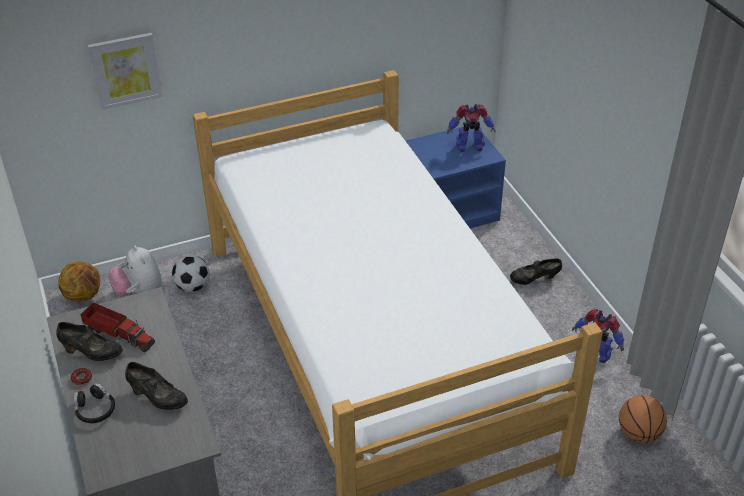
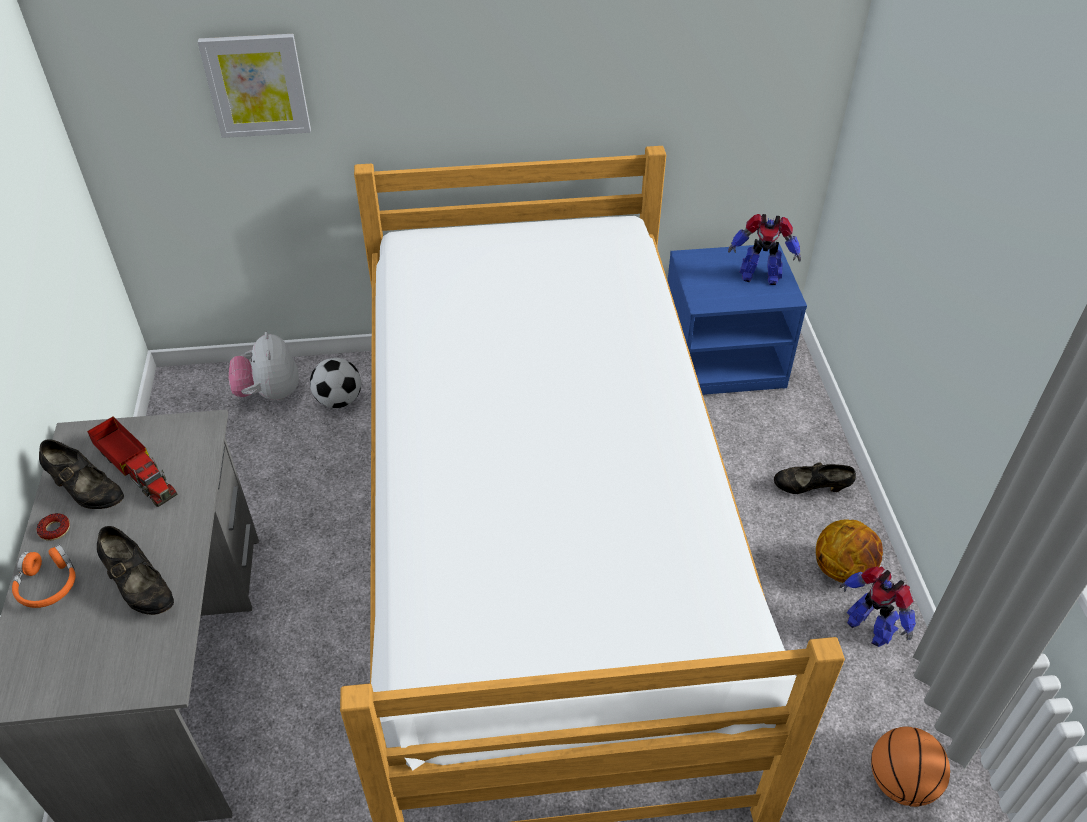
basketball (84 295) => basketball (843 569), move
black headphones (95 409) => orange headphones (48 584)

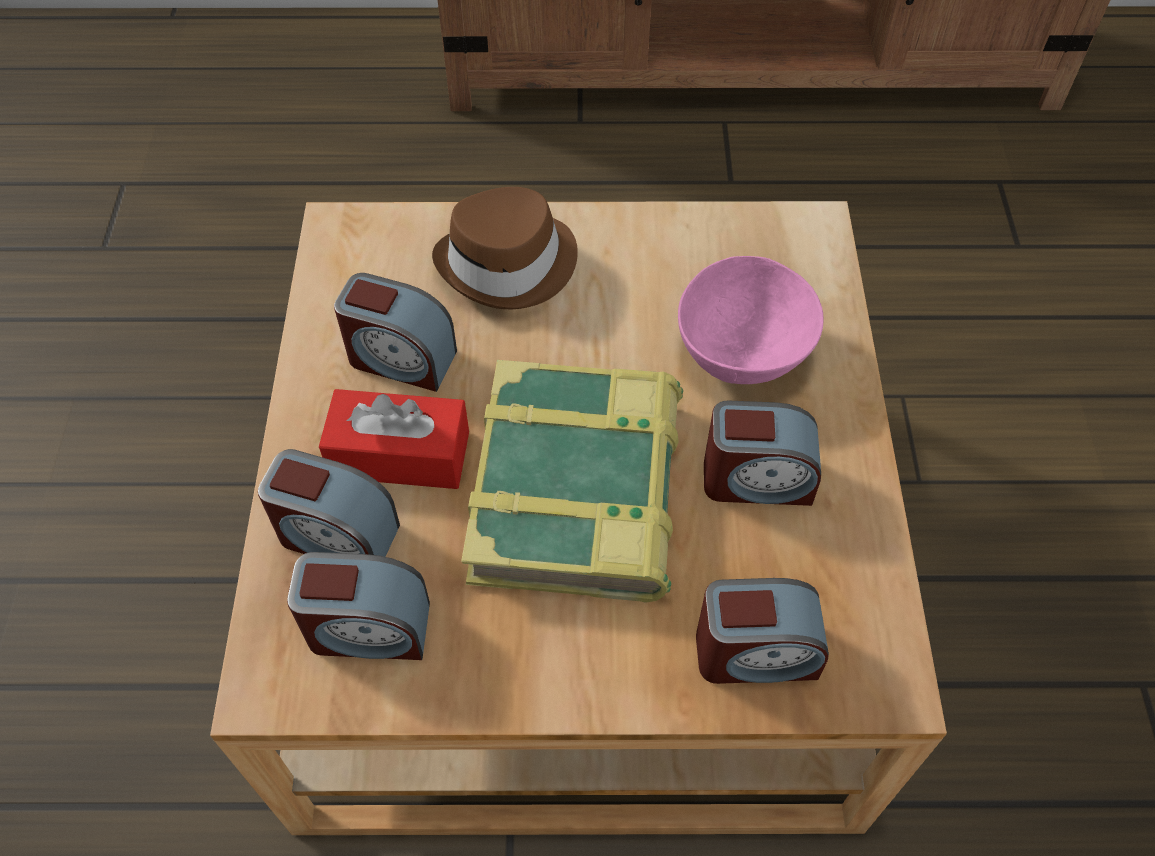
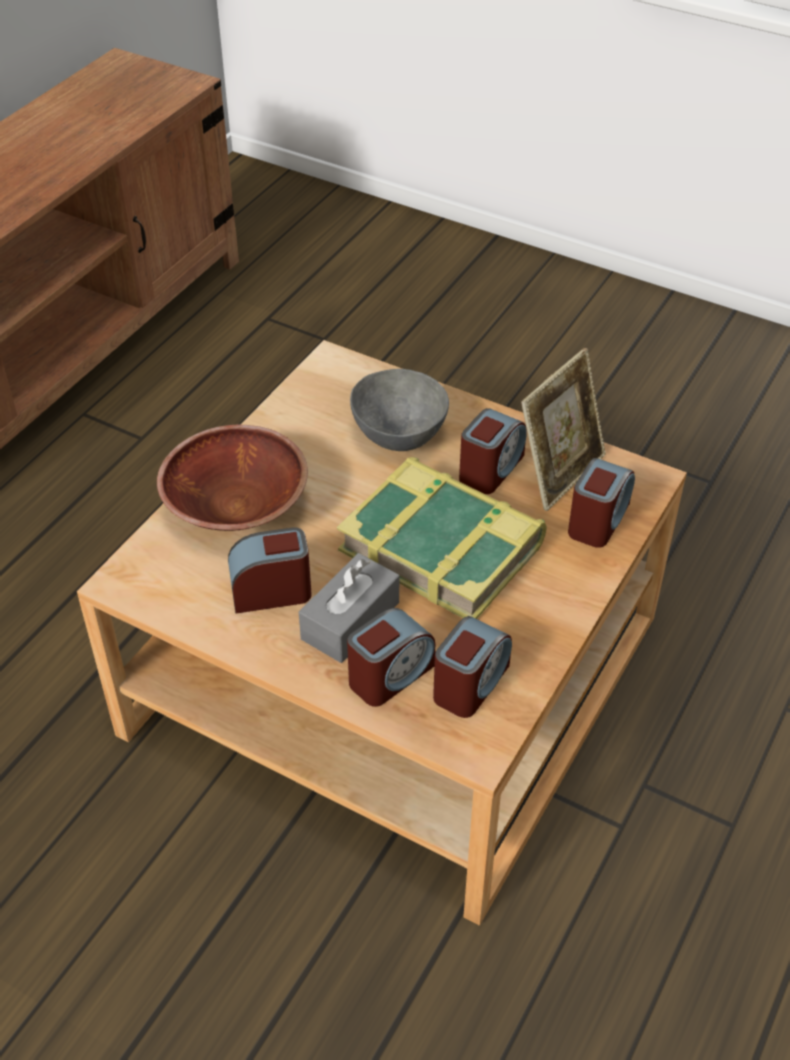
red tissue box (400 454) => grey tissue box (350 620)
alarm clock (400 358) => alarm clock (271 591), 150 degrees counterclockwise
brown hat (509 264) => brown bowl (237 507)
pink bowl (744 351) => grey bowl (399 433)
nothing => picture frame (559 473)

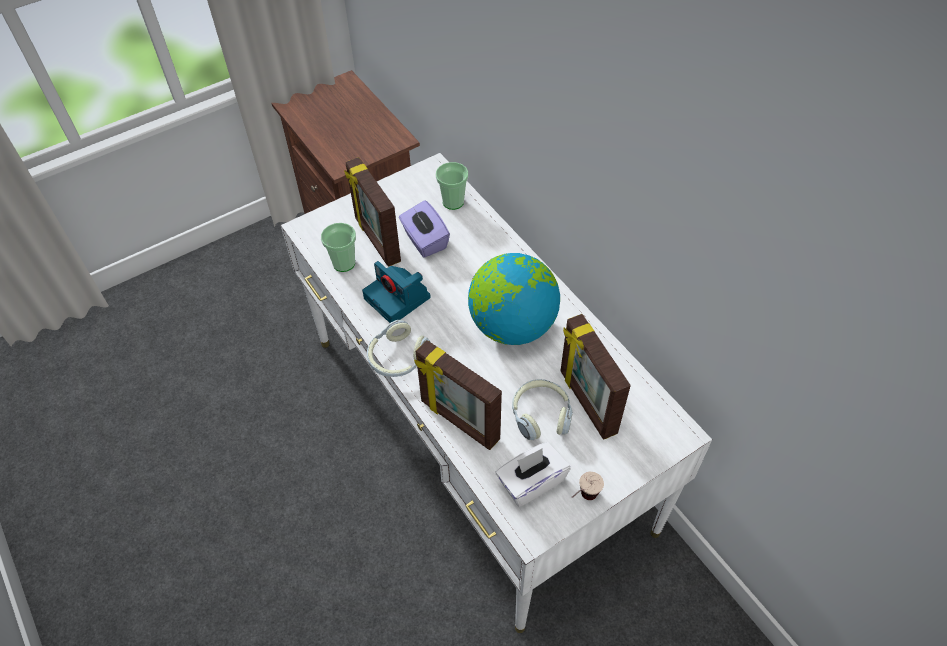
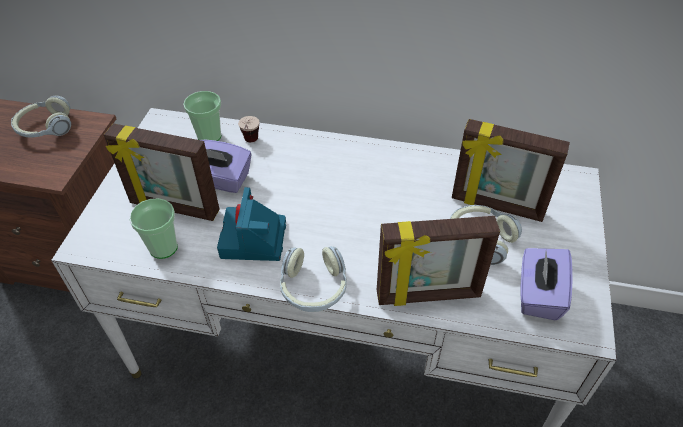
photo camera (398 298) => photo camera (254 240), 90 degrees clockwise
globe (512 325) => nothing
white tissue box (531 482) => purple tissue box (538 295)
cup (582 499) => cup (250 144), move
nothing => headphones (45 127)

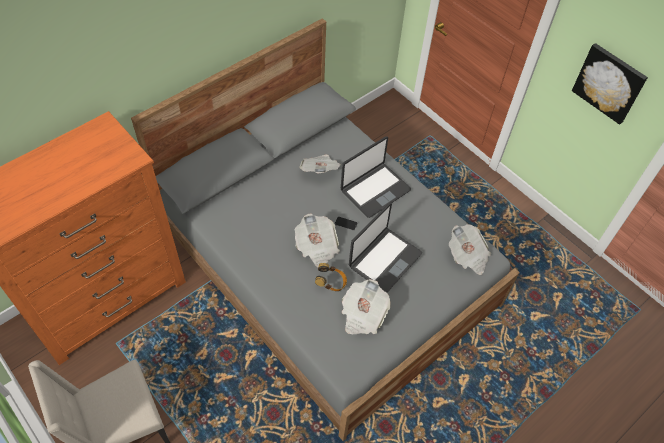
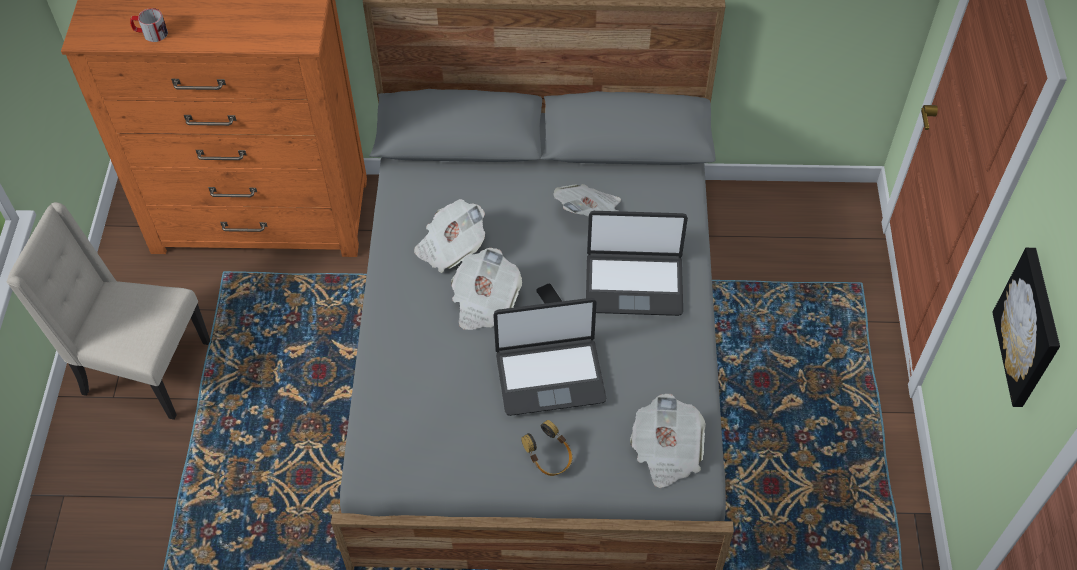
headphones (331 283) => headphones (549 458), move
newspaper (362 315) => newspaper (450 247), move
nothing => mug (151 33)

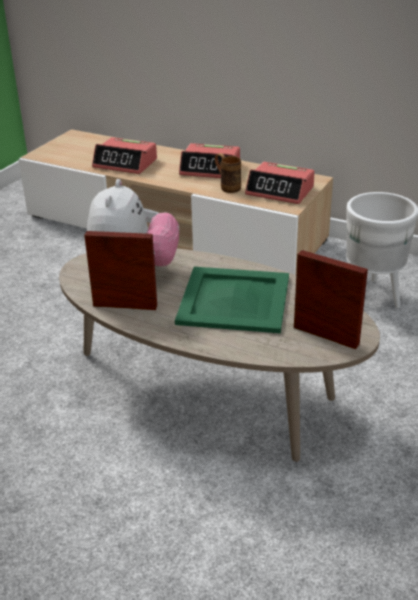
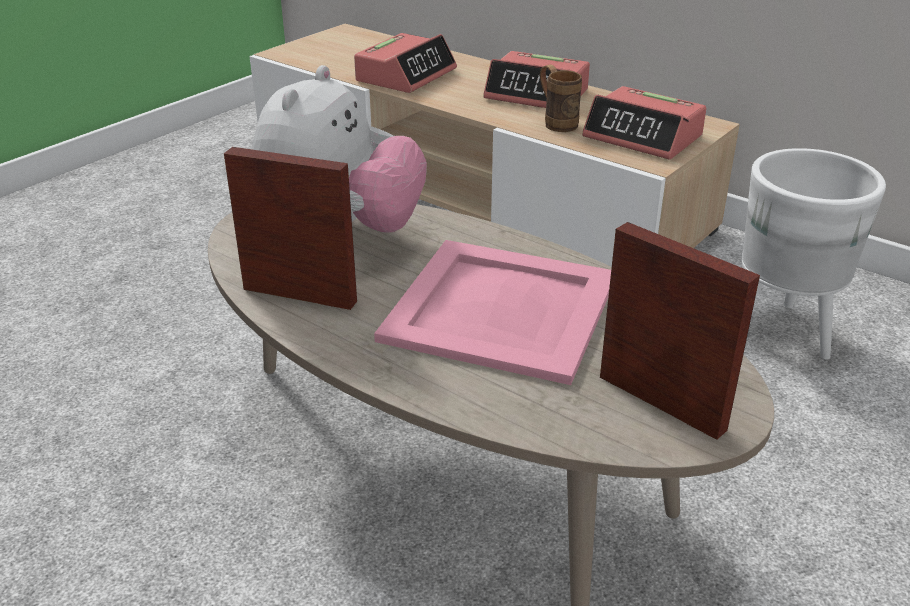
alarm clock (125 163) => alarm clock (406 75), 90 degrees counterclockwise
green tray (233 299) => pink tray (500 307)

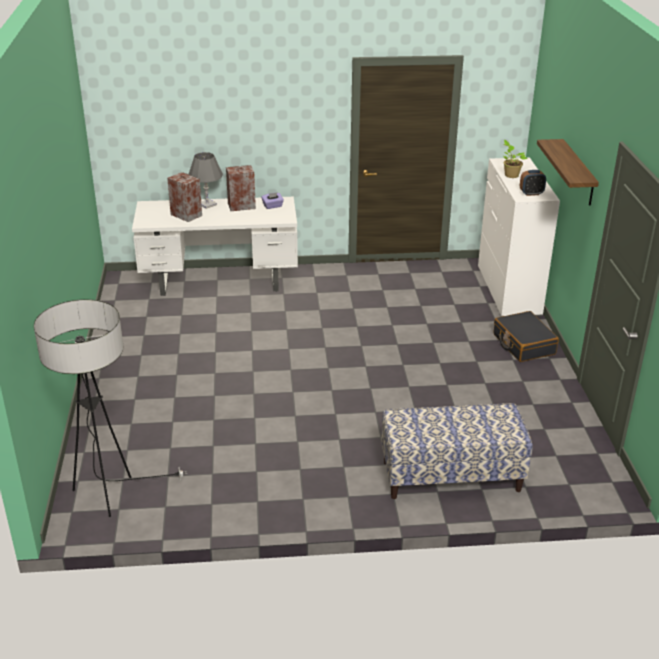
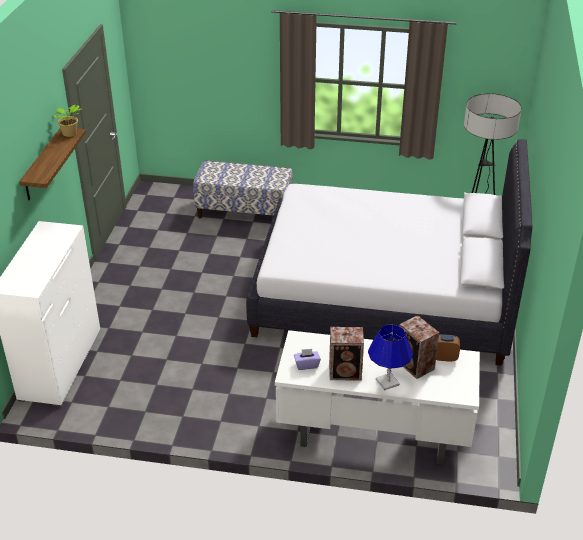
grey table lamp (207 204) => blue table lamp (387 382)
black suitcase (523 344) => nothing
potted plant (510 175) => potted plant (70 134), move
alarm clock (531 193) => alarm clock (444 357), move
nothing => white bed (383 295)

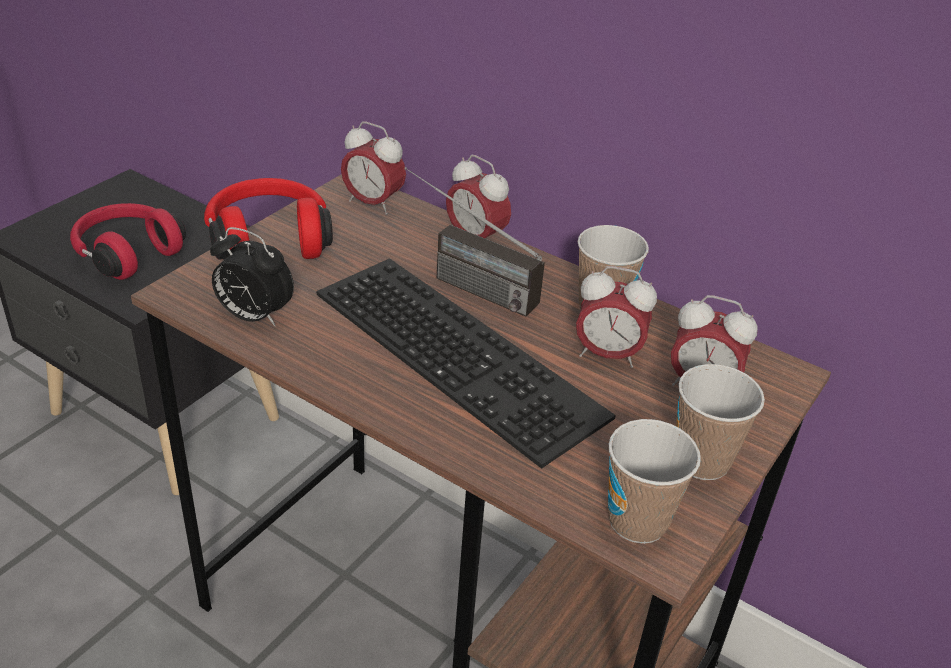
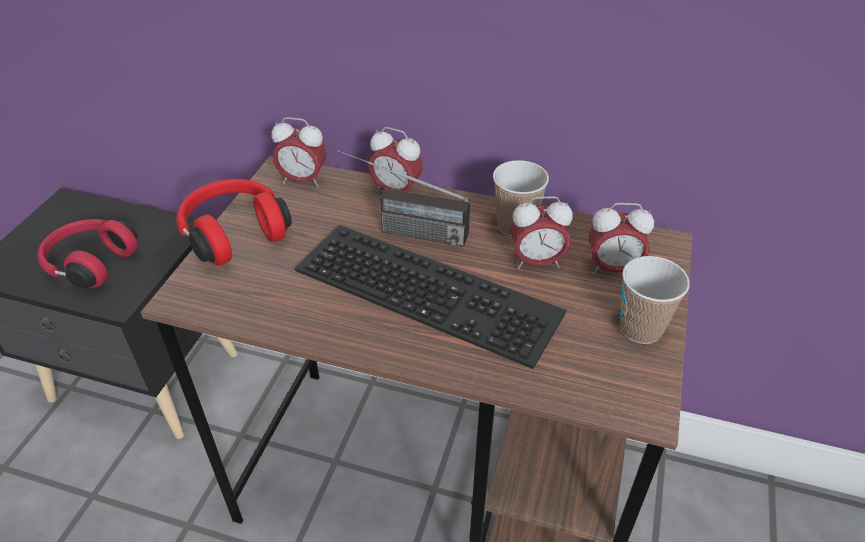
alarm clock (253 316) => nothing
cup (637 521) => nothing

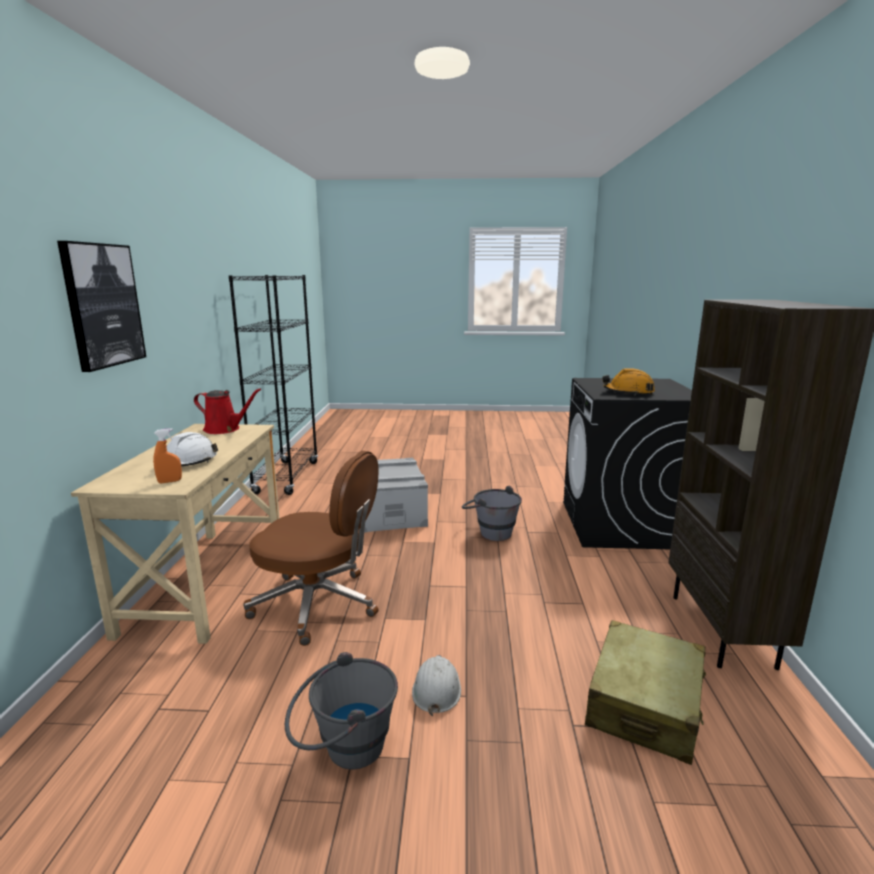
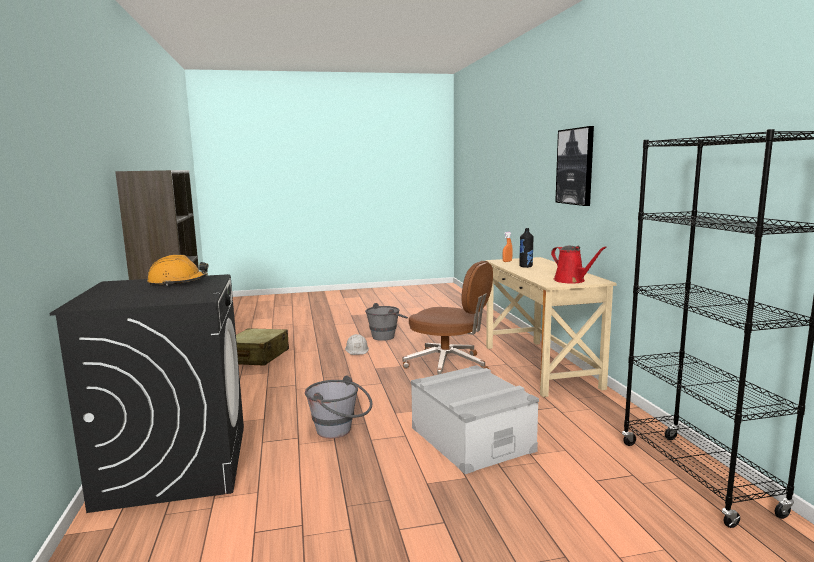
white hard hat (187 462) => black bottle (525 266)
red watering can (225 429) => red watering can (571 281), 120 degrees counterclockwise
brown office chair (318 604) => brown office chair (448 366), 150 degrees counterclockwise

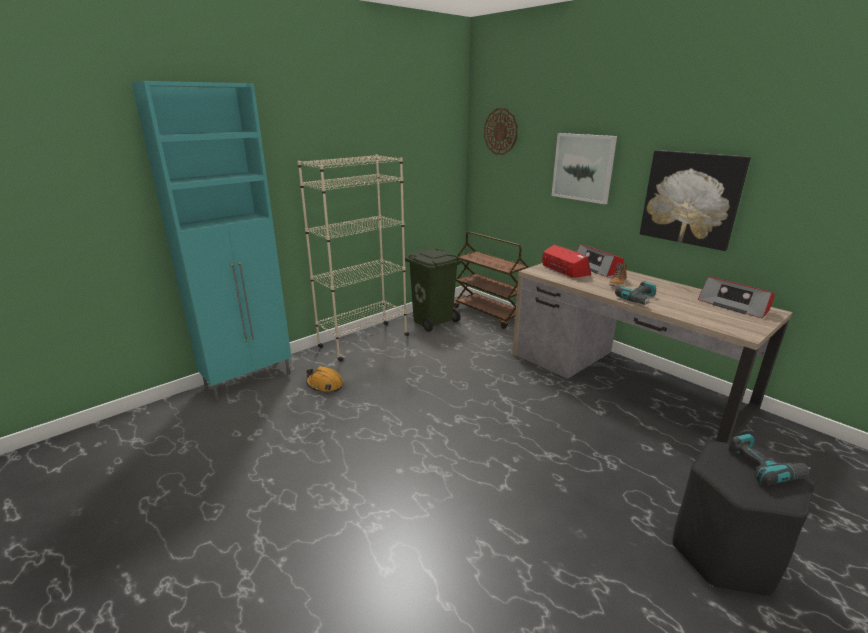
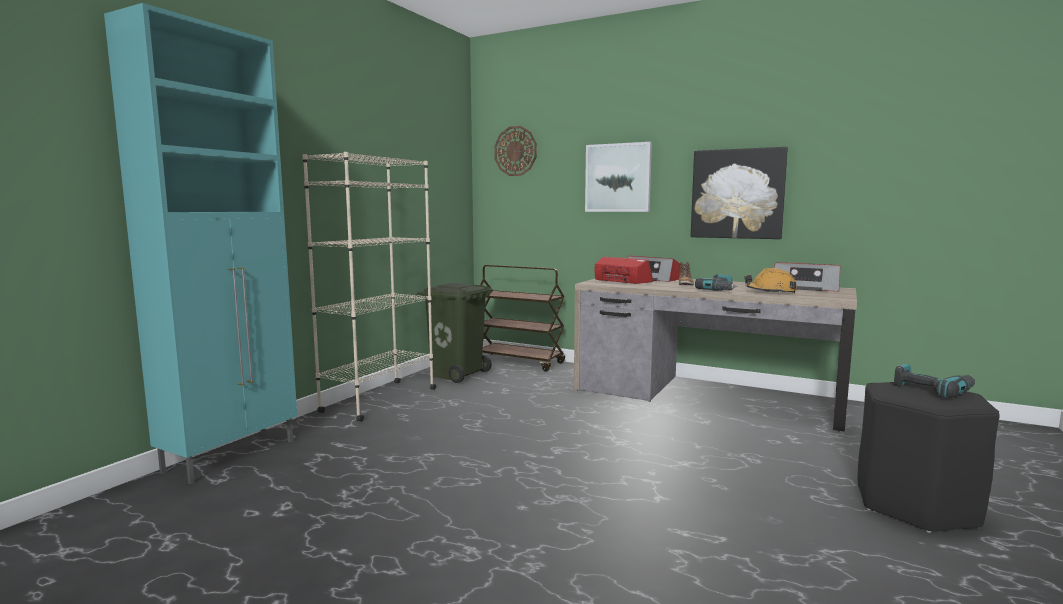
orange hard hat (325 385) => orange hard hat (770 292), move

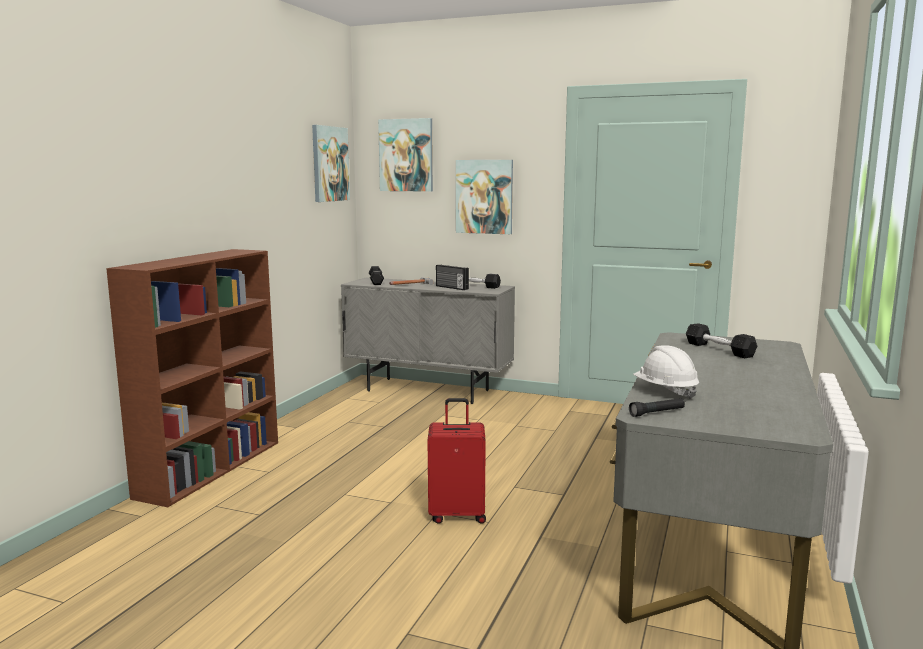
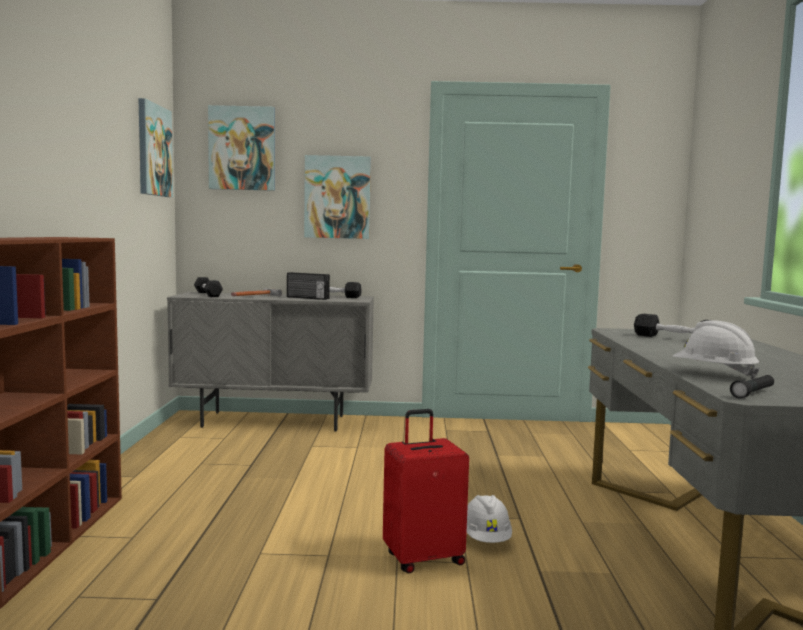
nothing => white hard hat (486 539)

